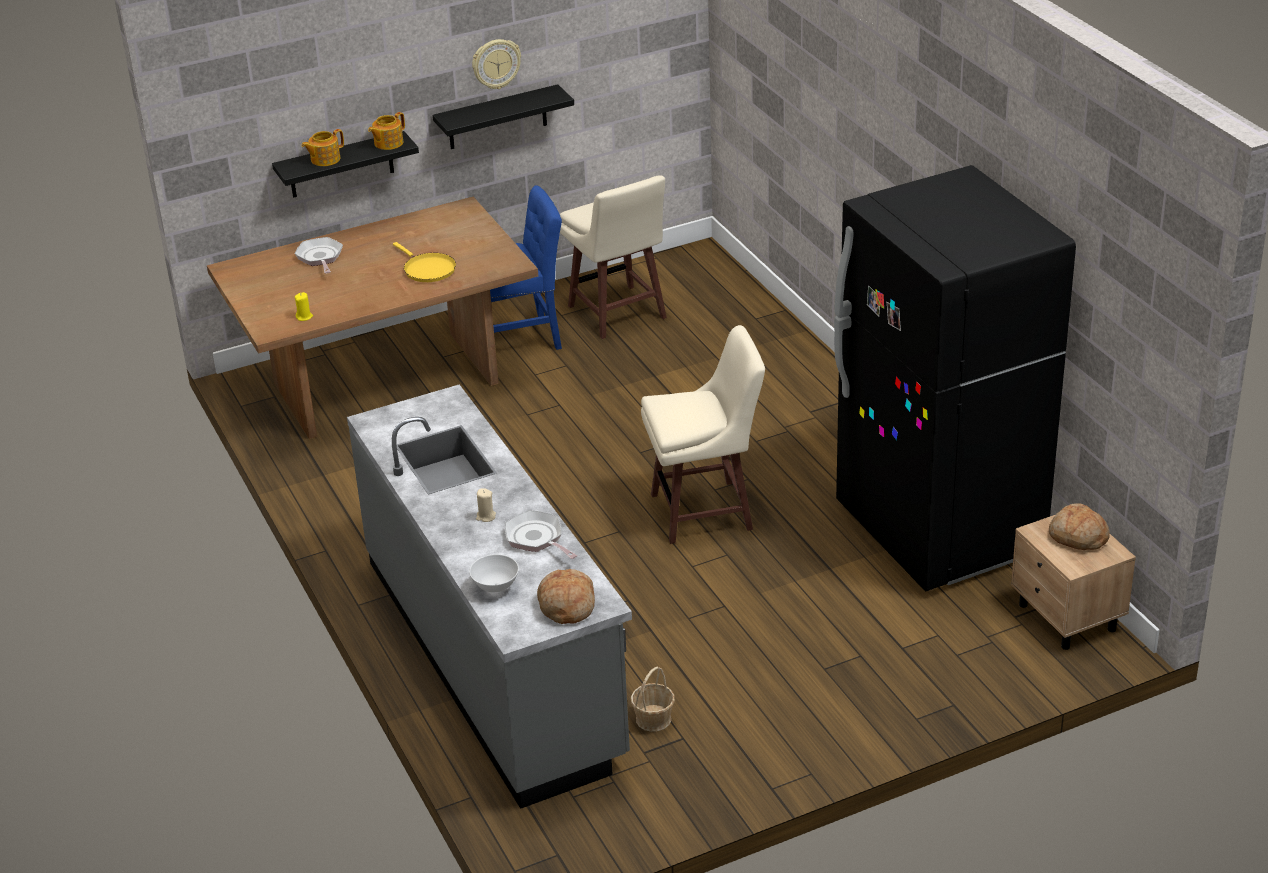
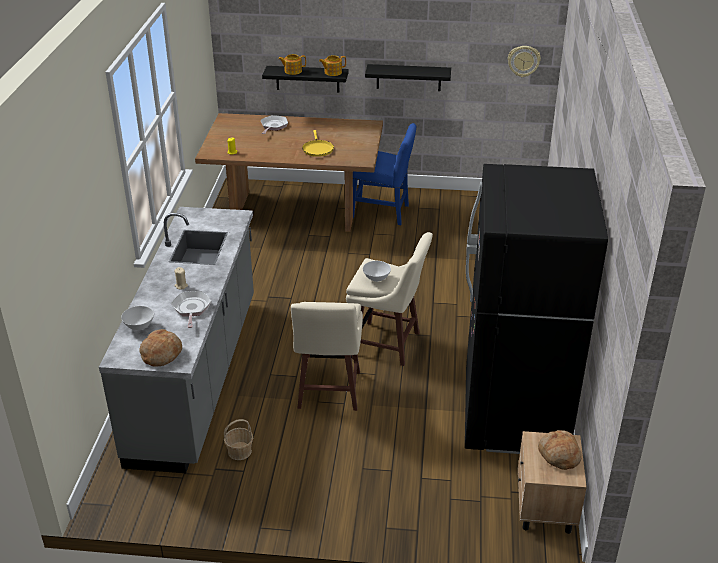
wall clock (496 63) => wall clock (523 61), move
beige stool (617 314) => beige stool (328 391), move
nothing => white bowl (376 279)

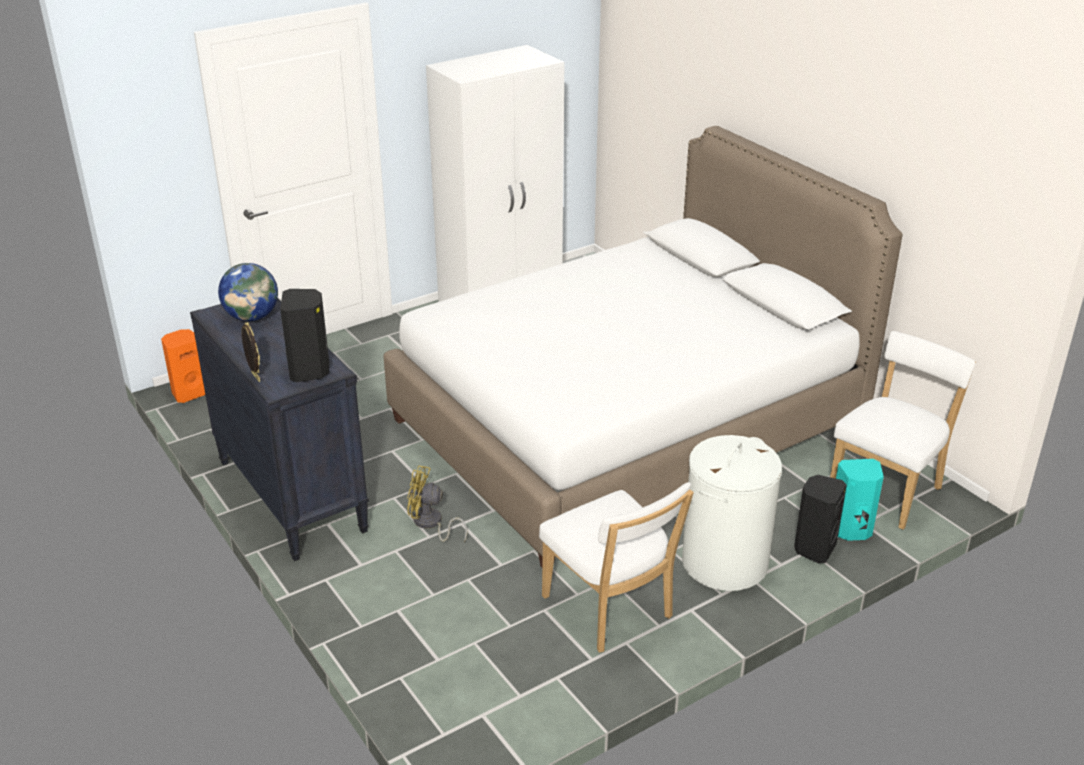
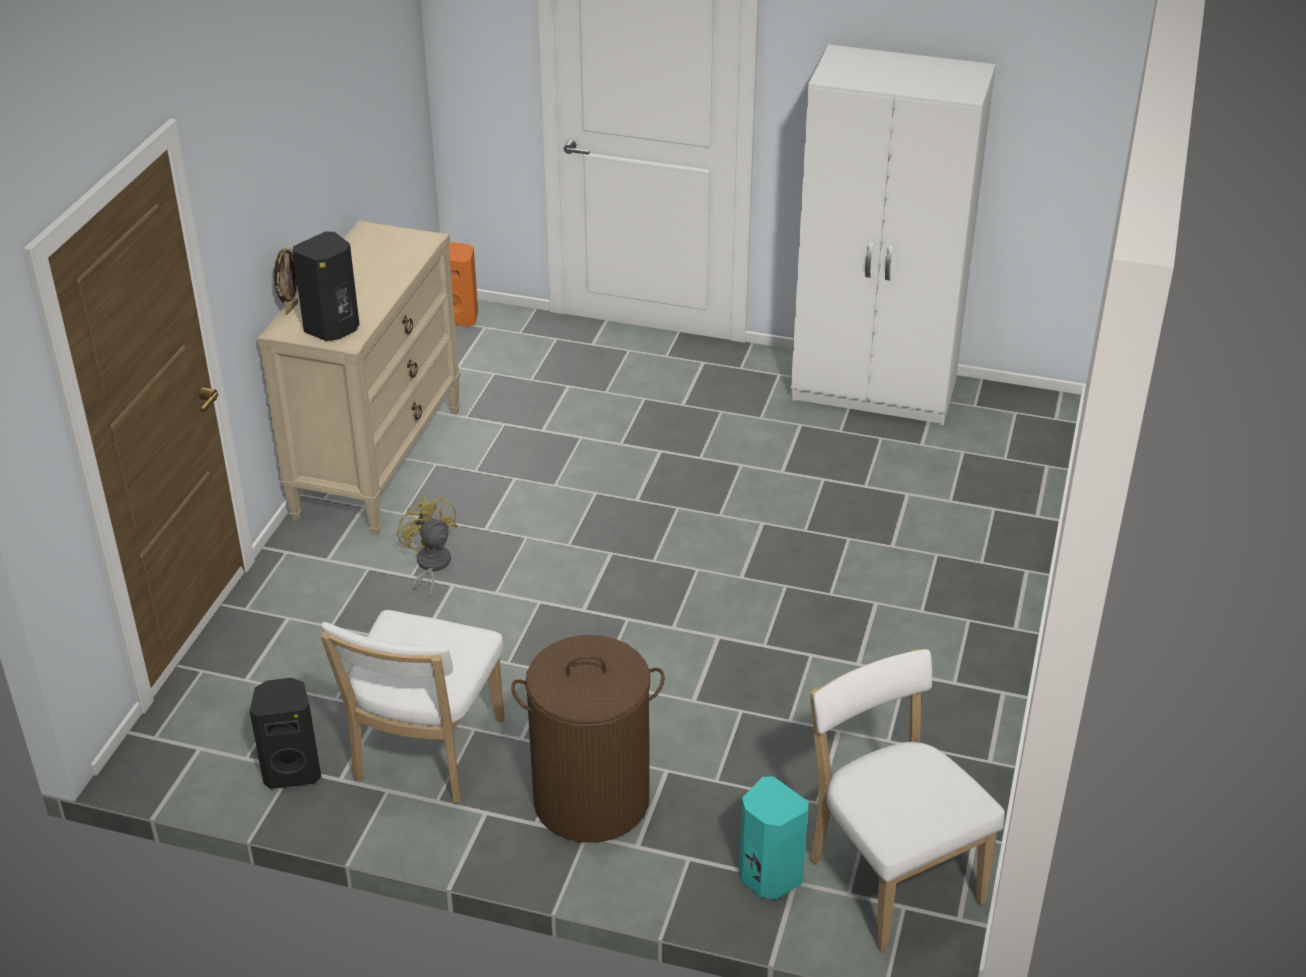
black dresser (290 495) => beige dresser (378 462)
globe (252 317) => nothing
white bed (626 424) => nothing
white laundry basket (724 562) => brown laundry basket (592 799)
black speaker (814 548) => black speaker (292 770), move
white chair (888 490) => white chair (891 875), 120 degrees counterclockwise

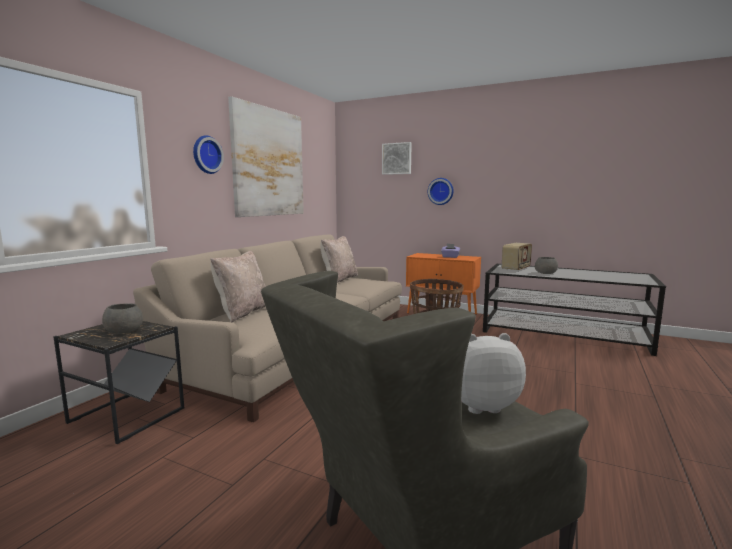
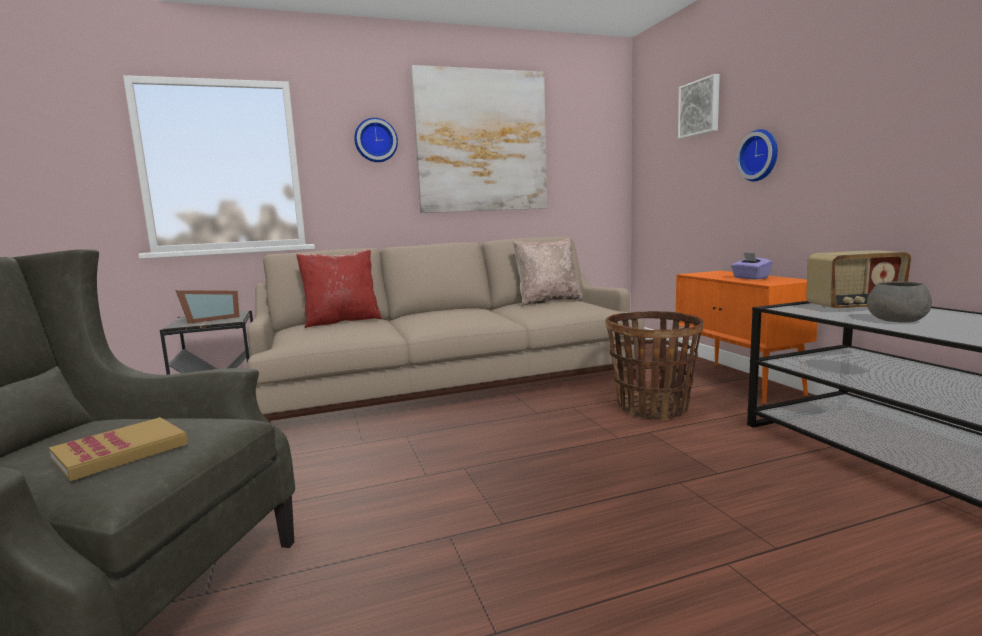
grey bowl (123 331) => picture frame (210 319)
beige pillow (243 313) => red pillow (342 321)
plush toy (480 405) => book (121 452)

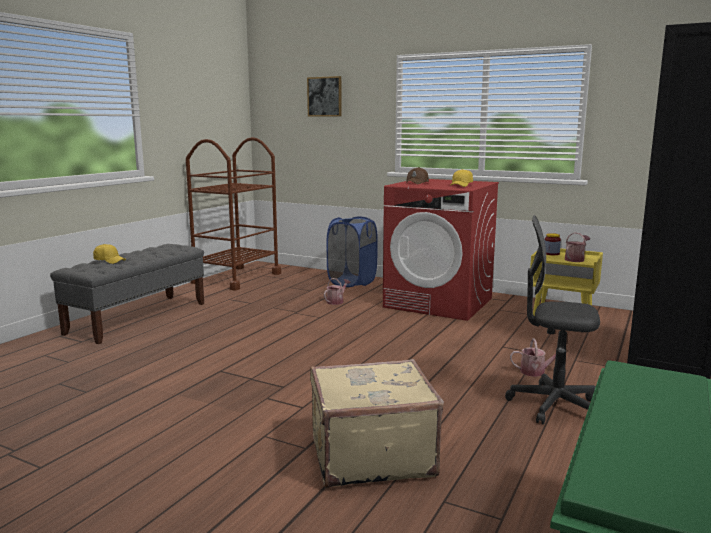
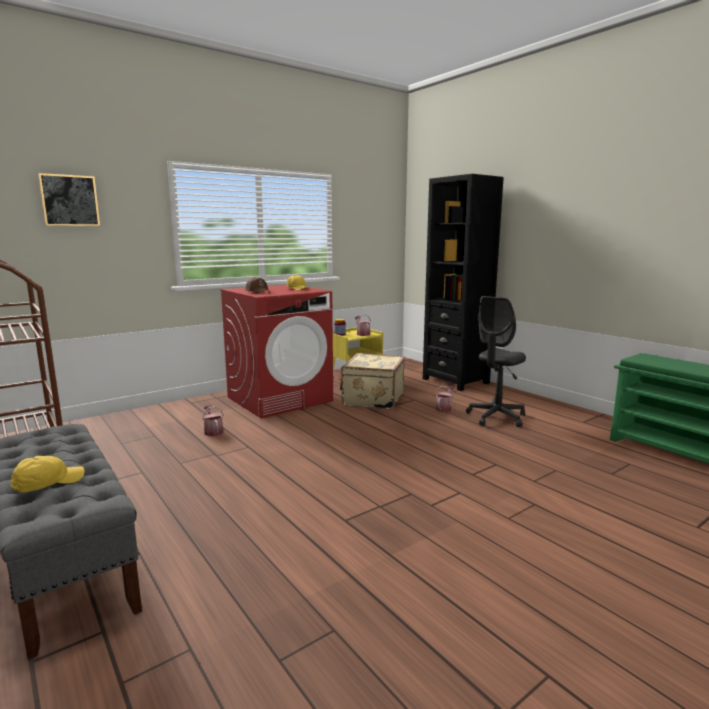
beige suitcase (370 455) => beige suitcase (372 399), move
blue laundry basket (352 282) => nothing

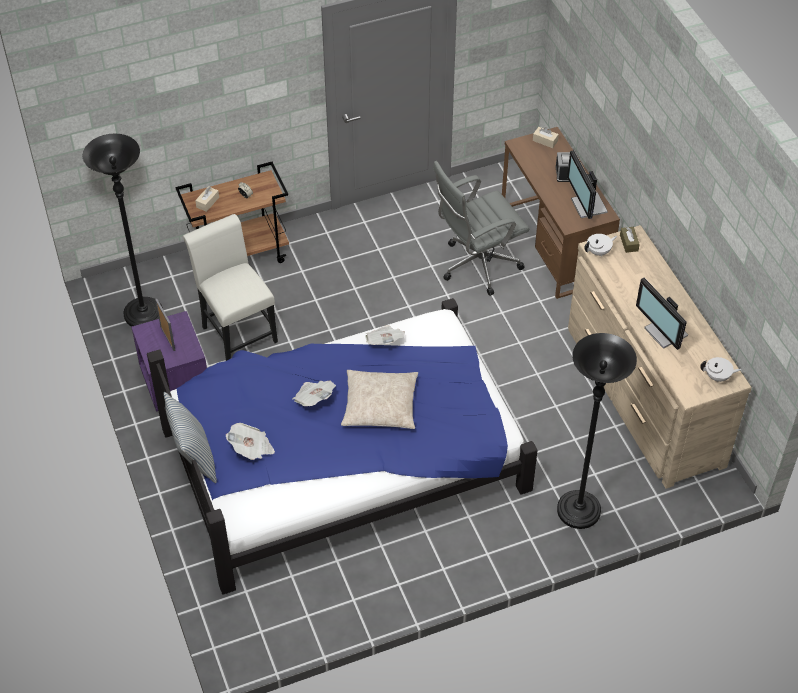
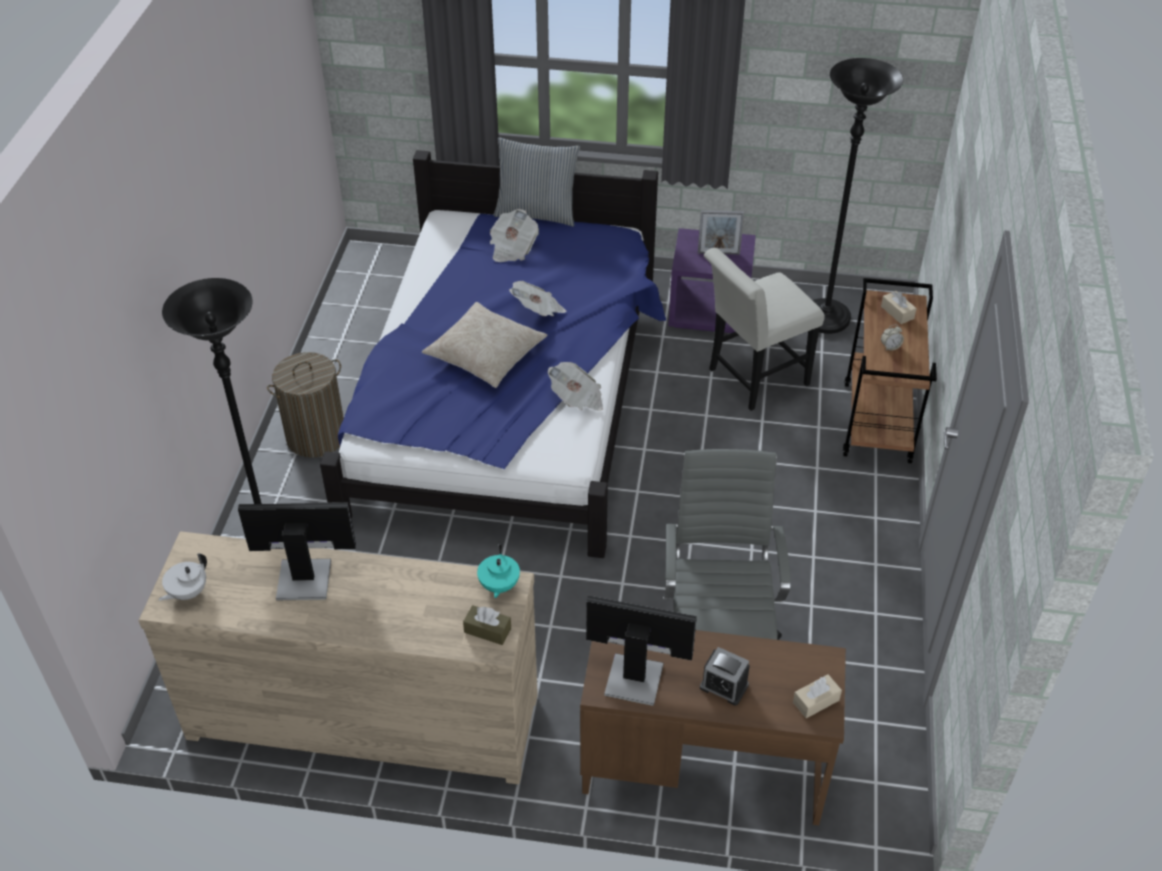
white chair (236 330) => white chair (752 379), 150 degrees clockwise
white teapot (599 252) => turquoise teapot (498 586)
nothing => laundry basket (316 436)

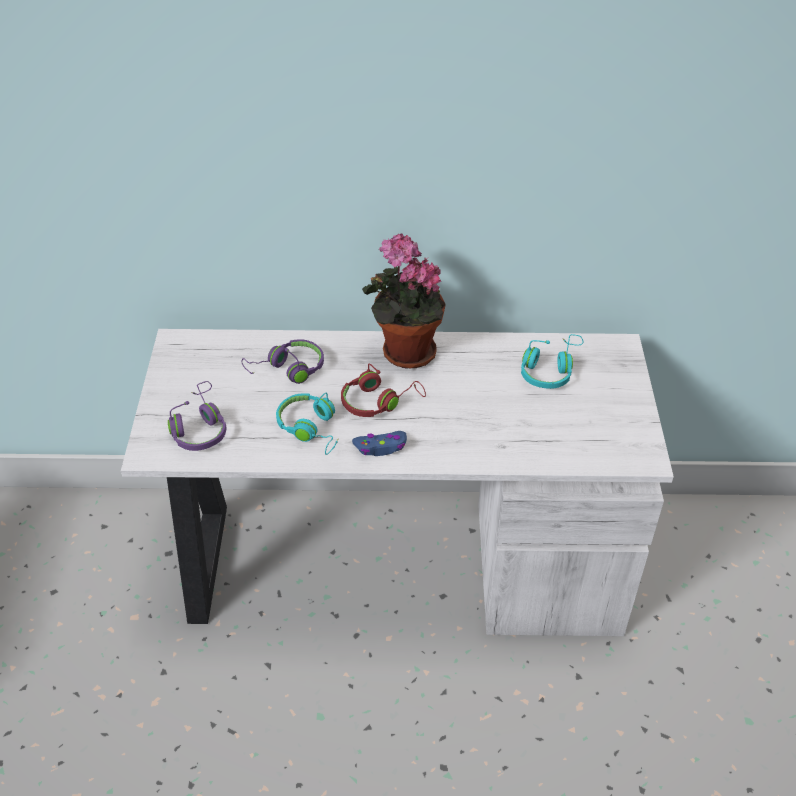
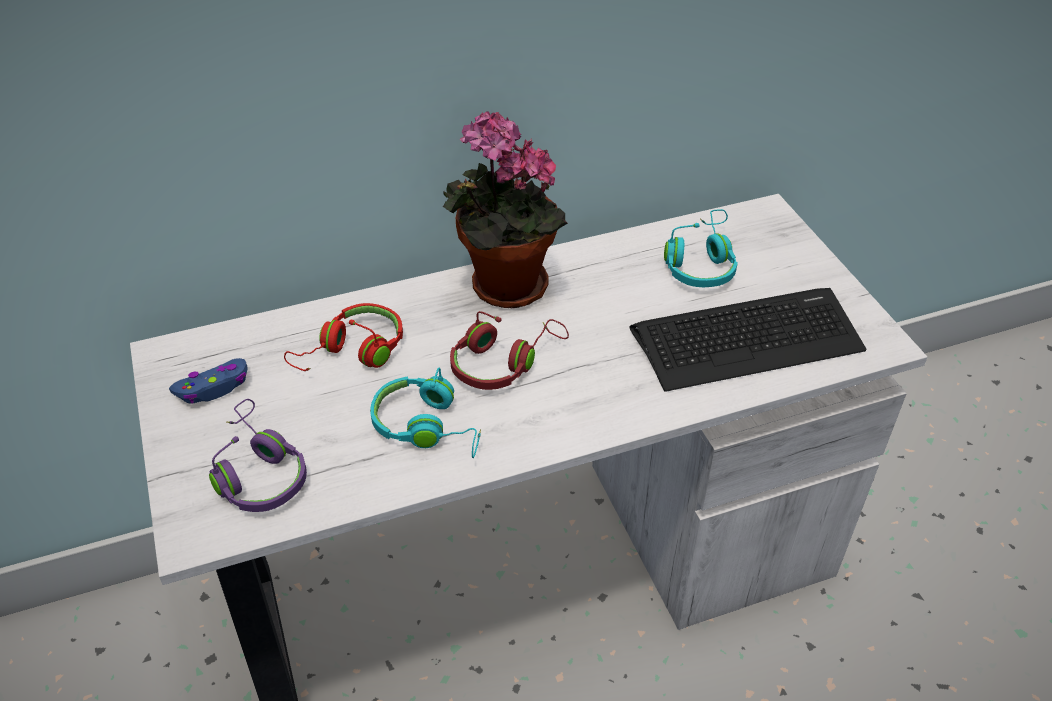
purple headphones (288 369) => red headphones (353 352)
blue game controller (381 447) => blue game controller (214 388), move
nothing => keyboard (747 339)

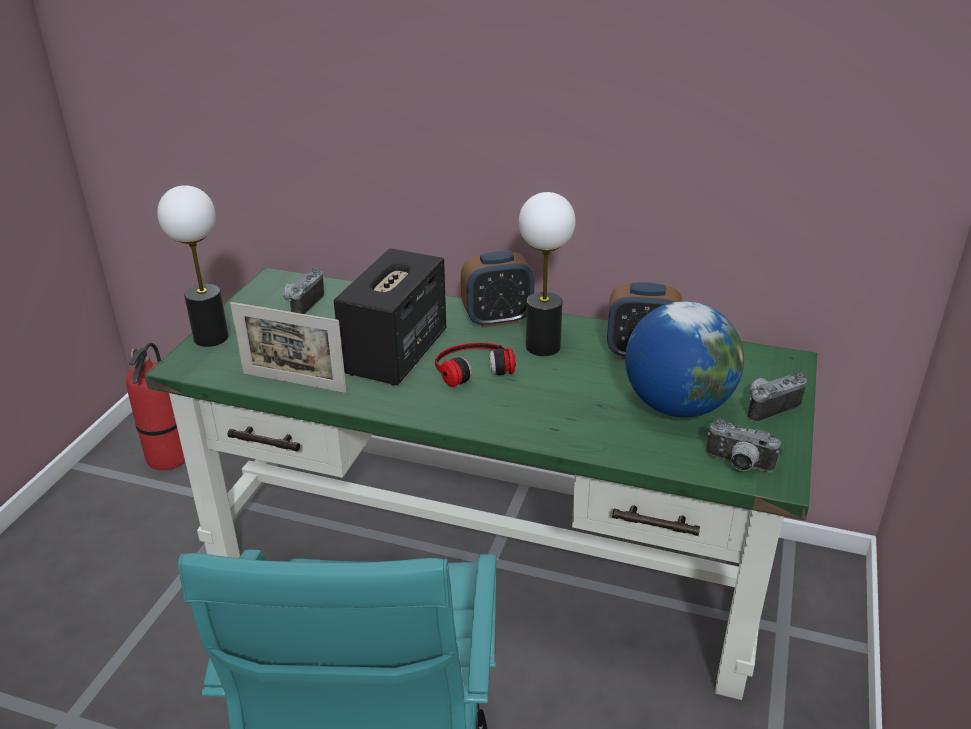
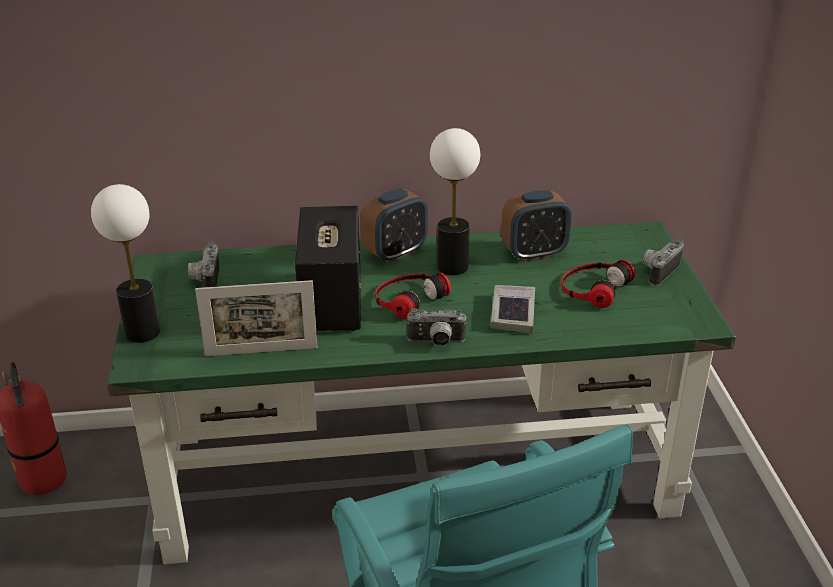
globe (677 406) => headphones (593 288)
photo camera (738 465) => photo camera (436 343), move
nothing => book (512 313)

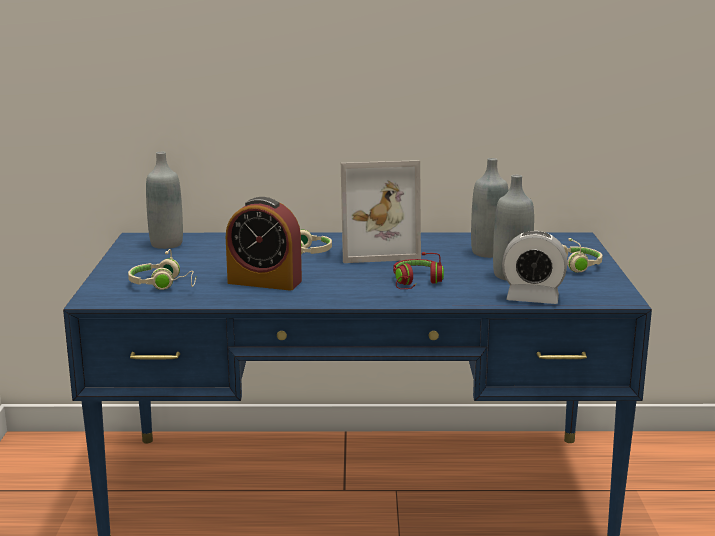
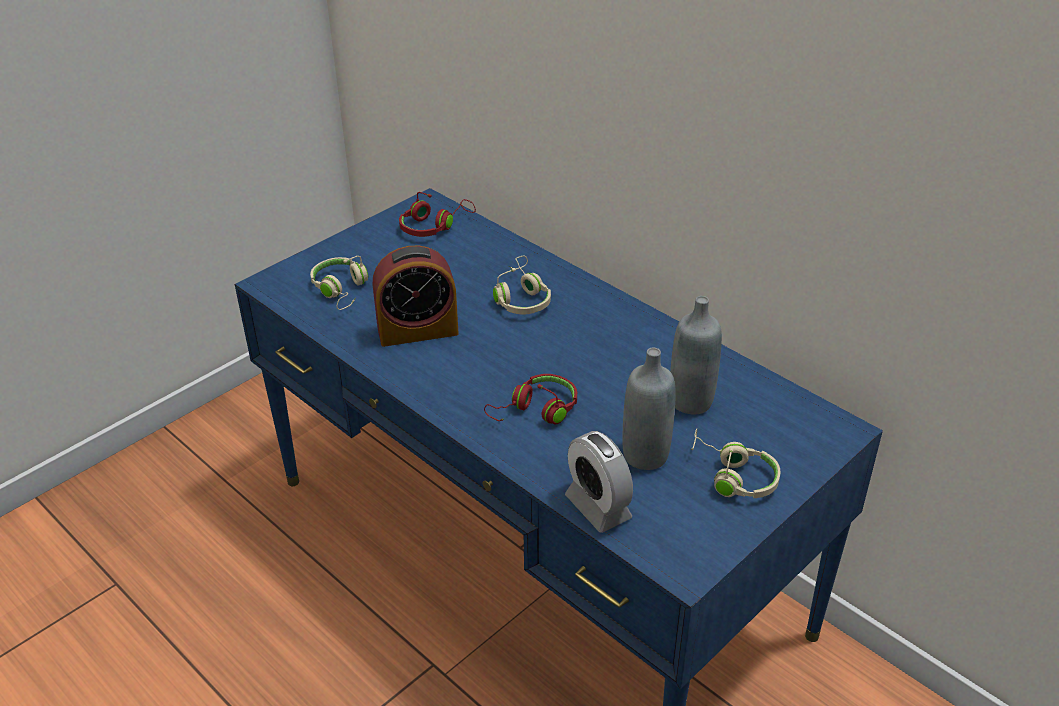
grey bottle (166 244) => red headphones (433 226)
alarm clock (264 282) => alarm clock (417 331), 75 degrees counterclockwise
picture frame (376 250) => nothing

